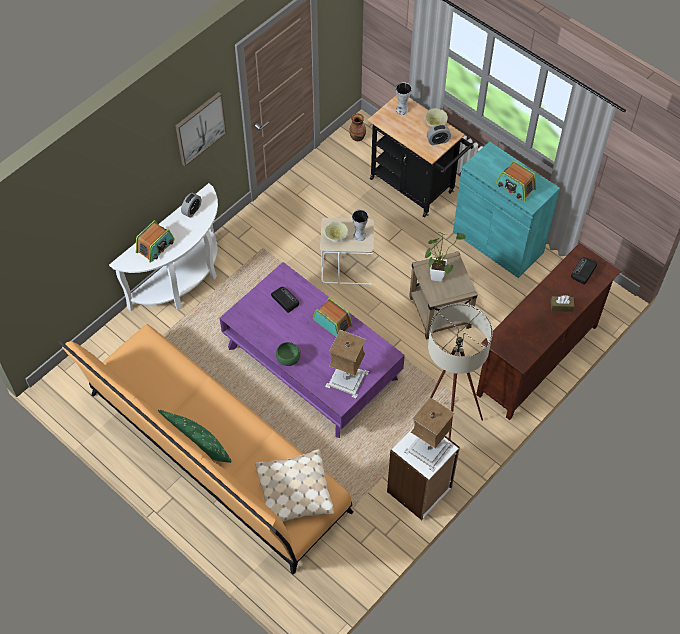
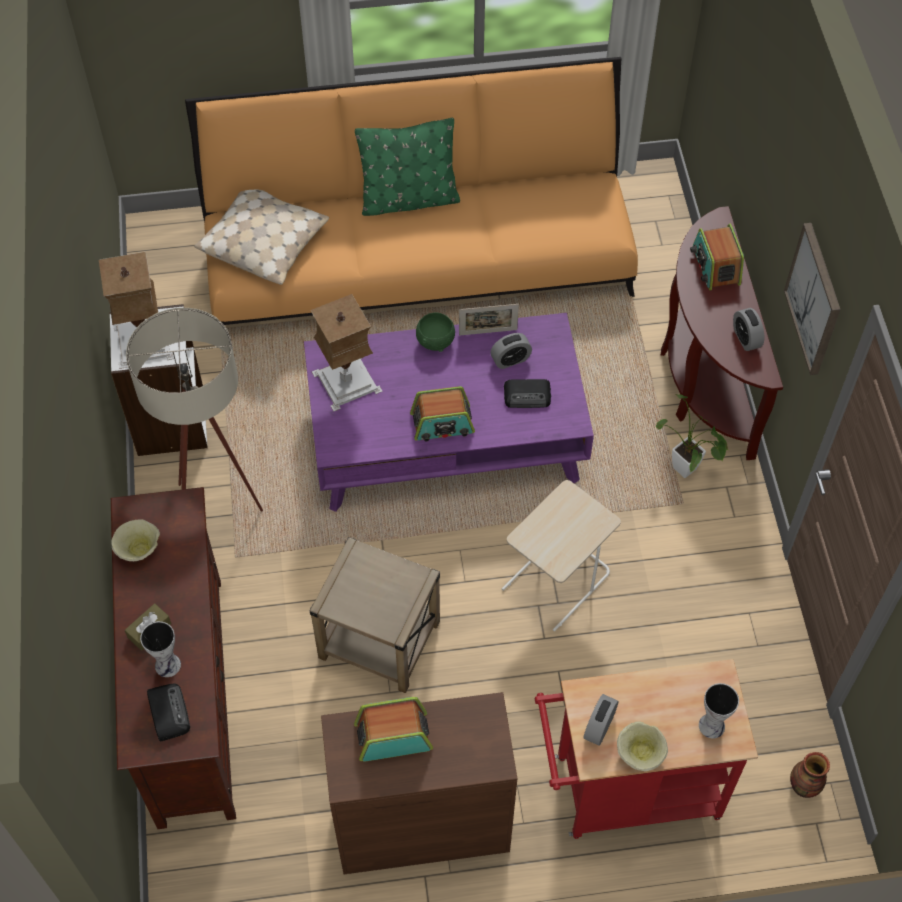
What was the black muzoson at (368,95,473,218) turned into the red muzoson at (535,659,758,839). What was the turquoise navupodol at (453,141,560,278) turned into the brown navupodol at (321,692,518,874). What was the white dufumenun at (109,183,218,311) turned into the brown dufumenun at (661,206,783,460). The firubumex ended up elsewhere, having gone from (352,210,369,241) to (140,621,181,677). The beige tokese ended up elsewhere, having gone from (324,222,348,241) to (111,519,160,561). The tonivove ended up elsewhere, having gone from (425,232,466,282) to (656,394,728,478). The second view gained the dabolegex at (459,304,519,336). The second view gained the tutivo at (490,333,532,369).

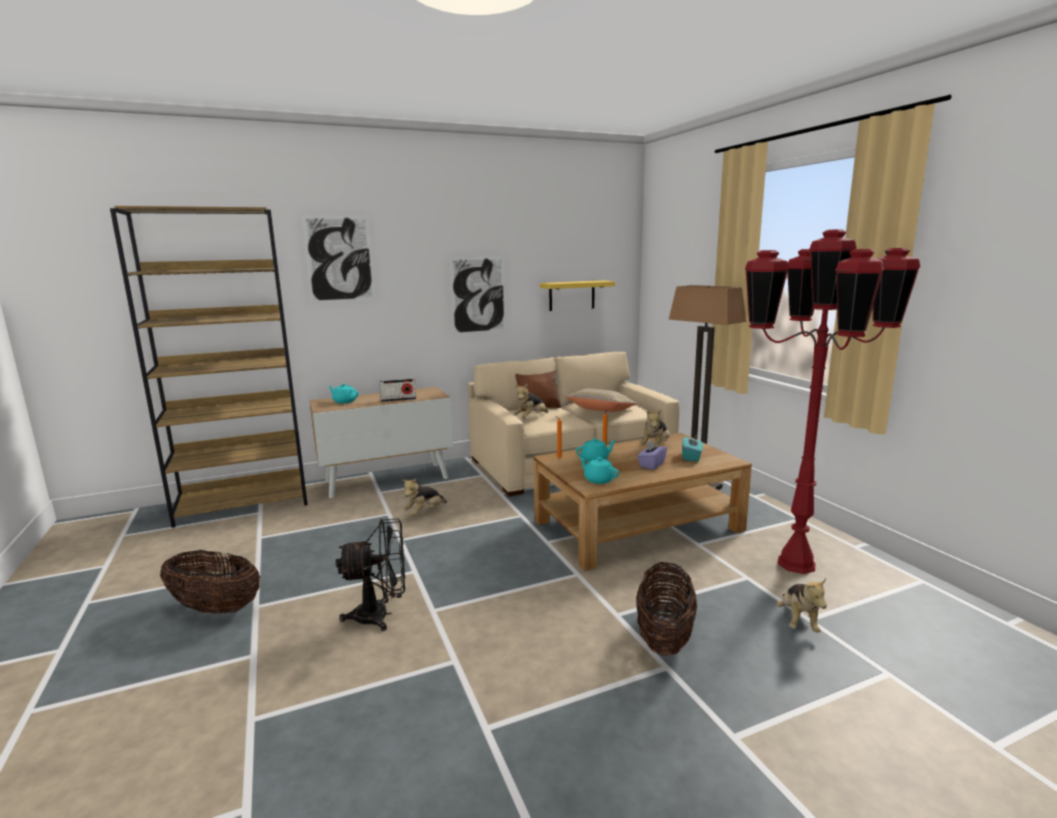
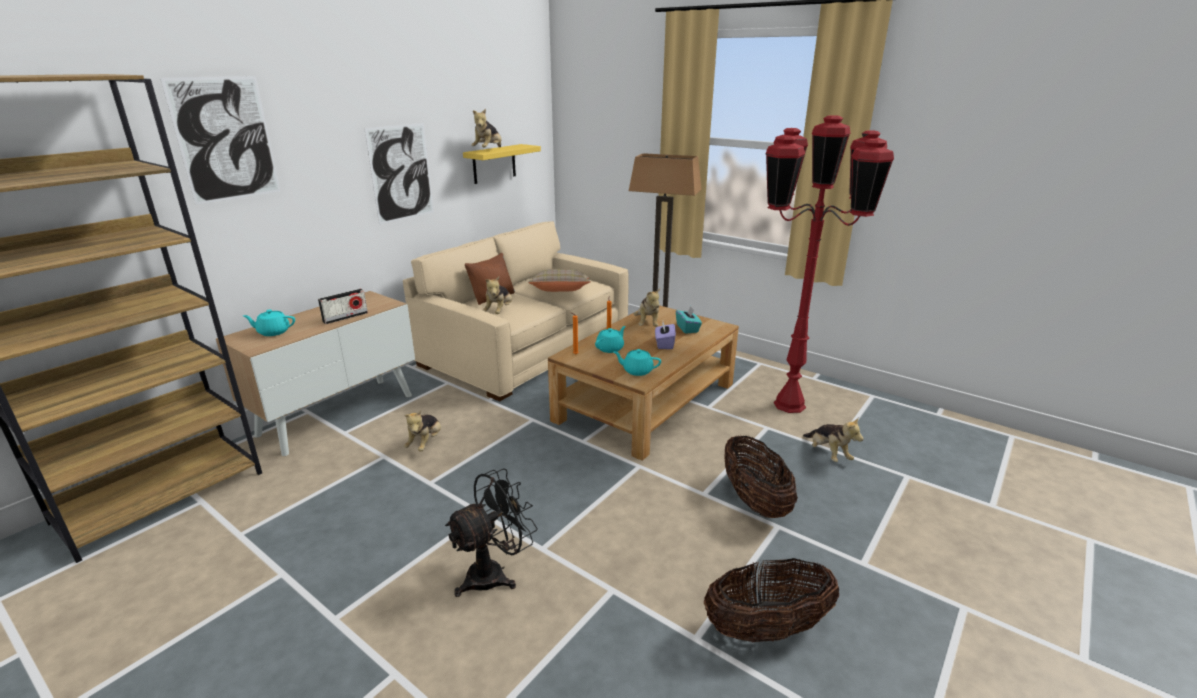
The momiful ended up elsewhere, having gone from (160,550,261,614) to (704,558,839,642). The second view gained the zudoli at (471,109,502,148).

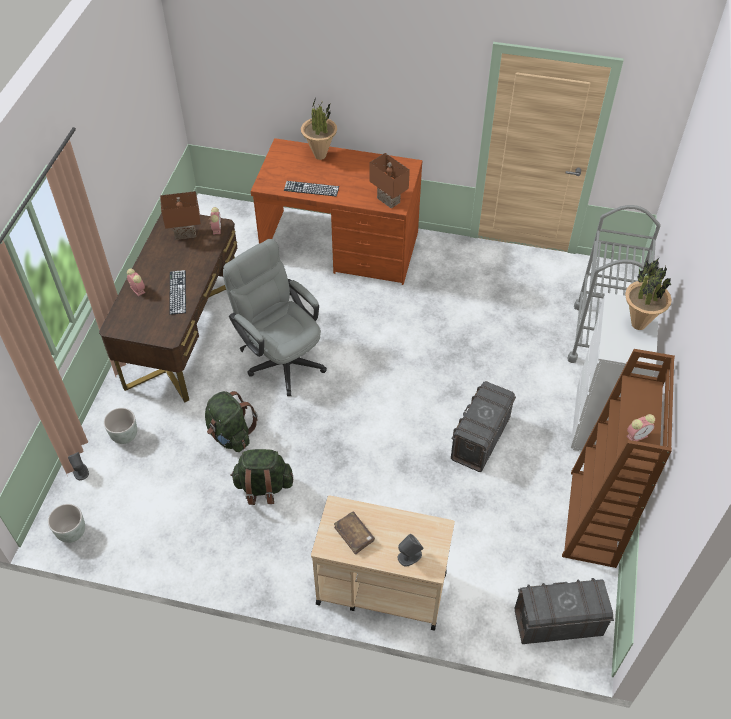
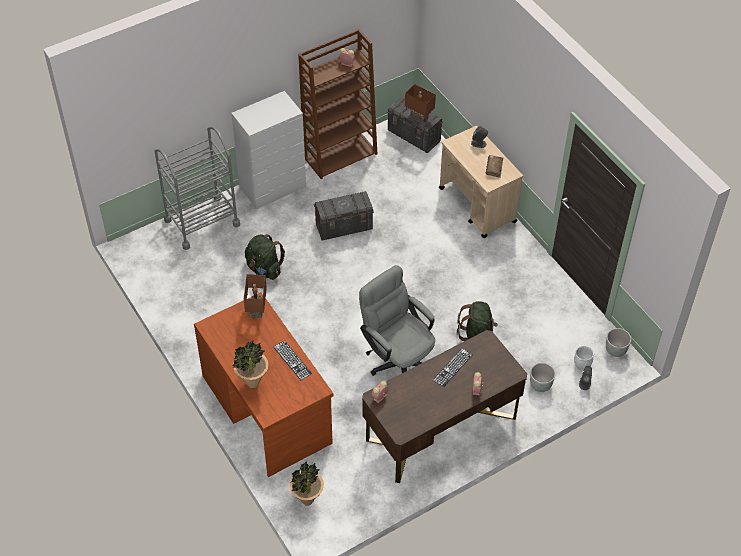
The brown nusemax ended up elsewhere, having gone from (160,191,201,240) to (405,84,436,124). The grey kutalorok at (223,239,327,396) ended up facing another way, 135 degrees clockwise from before. The tonivove ended up elsewhere, having gone from (625,257,672,330) to (289,461,324,506). The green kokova ended up elsewhere, having gone from (231,449,293,505) to (245,234,285,280). The second view gained the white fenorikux at (574,345,594,371).

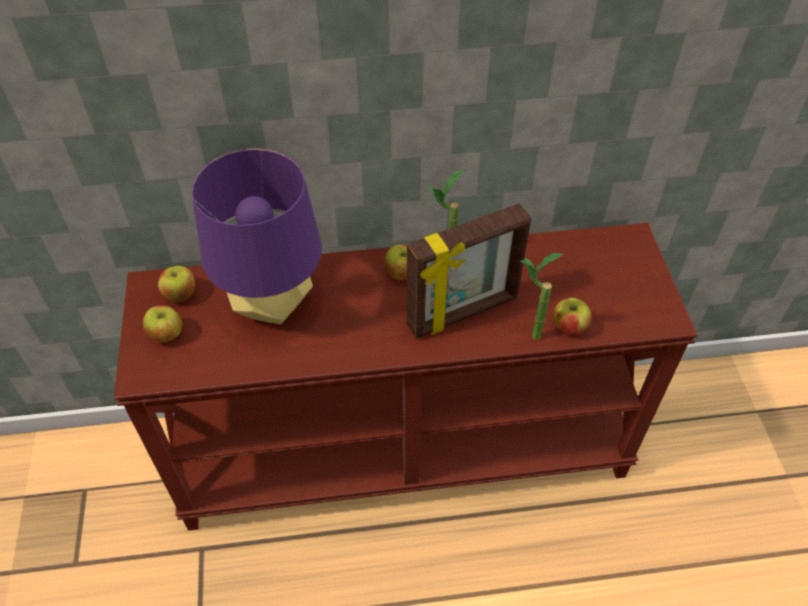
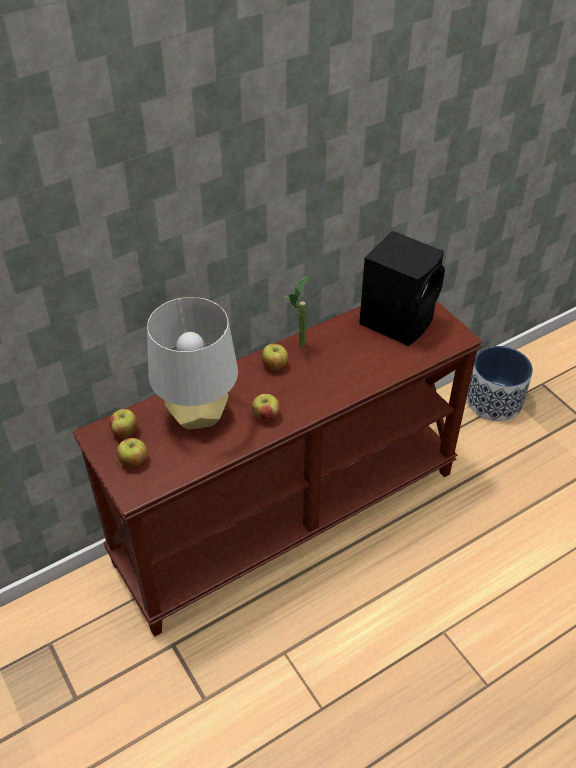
What was the purple nusemax at (191,148,322,324) turned into the grey nusemax at (147,297,238,430). The second view lost the dabolegex at (407,203,531,339). The second view lost the tonivove at (520,253,563,340). The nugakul ended up elsewhere, having gone from (554,298,592,335) to (252,394,280,421). The second view gained the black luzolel at (359,231,445,346). The second view gained the fenorikux at (466,346,533,421).

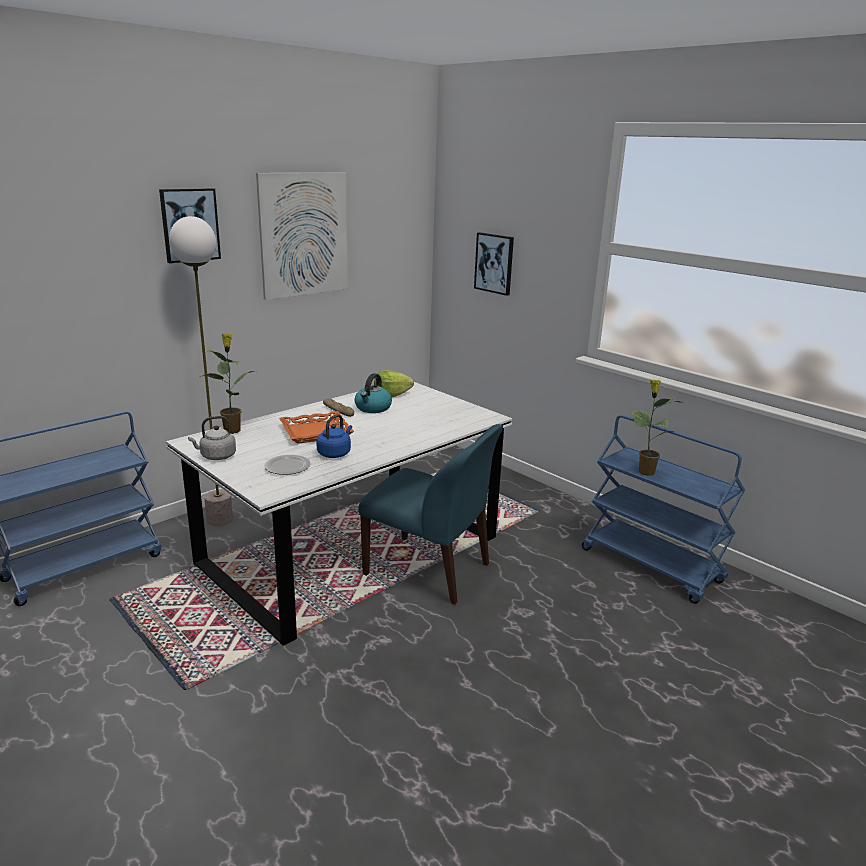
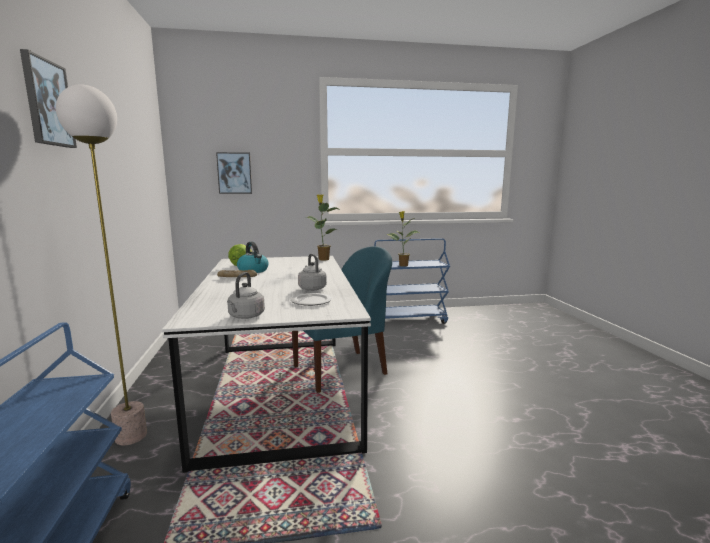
The second view lost the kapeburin at (256,173,348,300). The tonivove ended up elsewhere, having gone from (200,333,255,434) to (306,194,341,261). The second view lost the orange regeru at (279,411,354,444). What was the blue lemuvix at (316,414,352,458) turned into the grey lemuvix at (298,254,327,291).

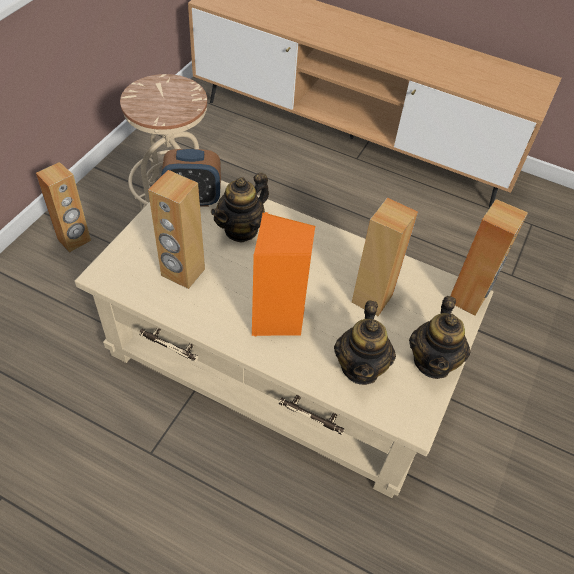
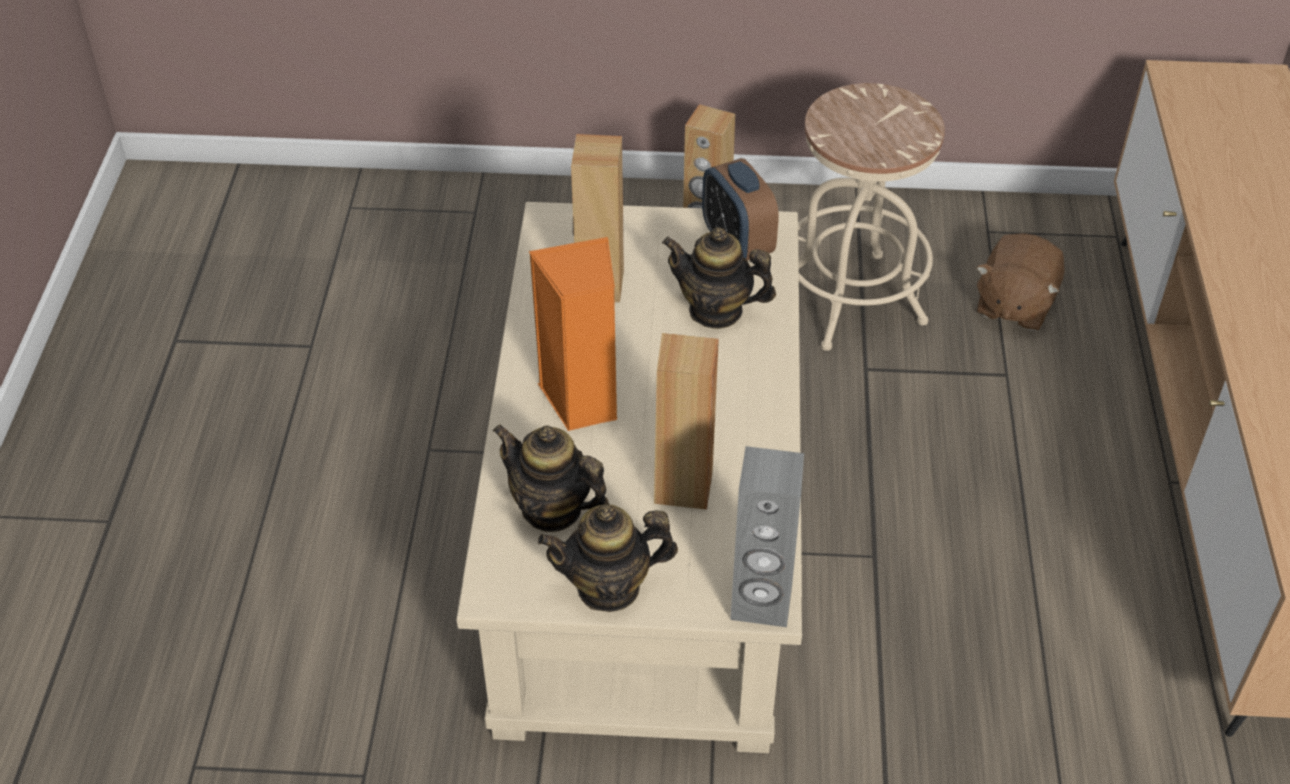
What was the brown luzolel at (450,199,528,315) turned into the grey luzolel at (730,446,804,627). The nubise at (334,300,396,385) ended up facing another way, 45 degrees clockwise from before. The second view gained the brown zudoli at (976,233,1065,331).

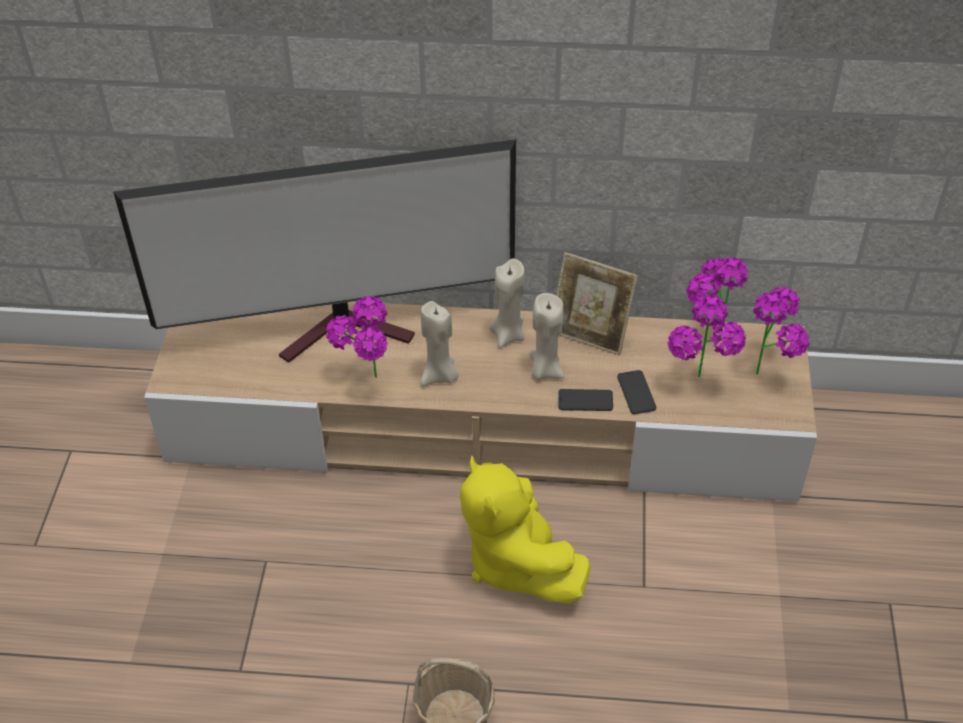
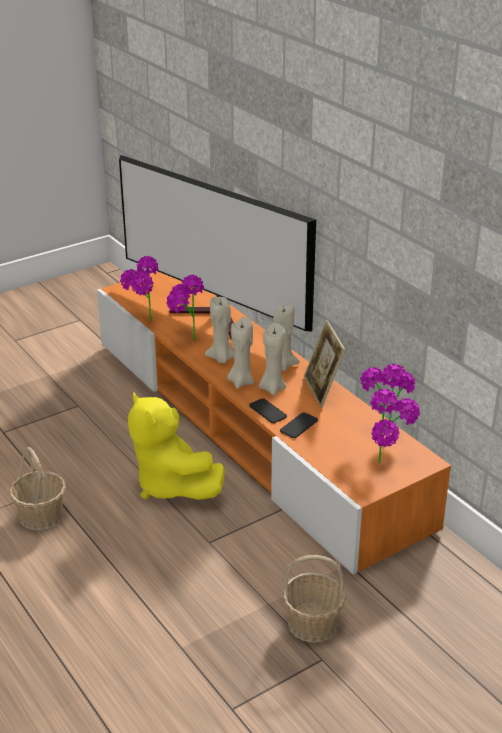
The tonivove ended up elsewhere, having gone from (668,295,746,377) to (120,256,158,321). What was the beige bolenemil at (144,302,817,502) turned into the orange bolenemil at (97,271,451,575). The yellow zudoli at (460,456,591,603) ended up facing another way, 60 degrees counterclockwise from before. The second view gained the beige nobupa at (227,317,254,389). The second view gained the momiful at (282,555,346,643).

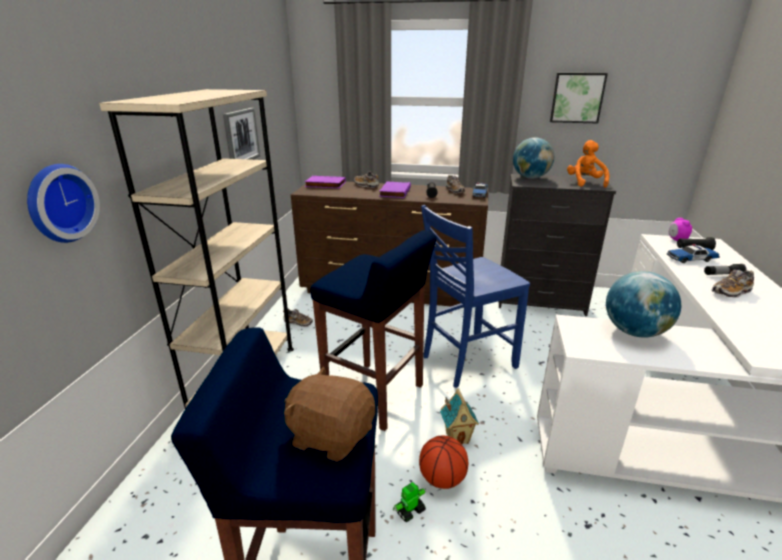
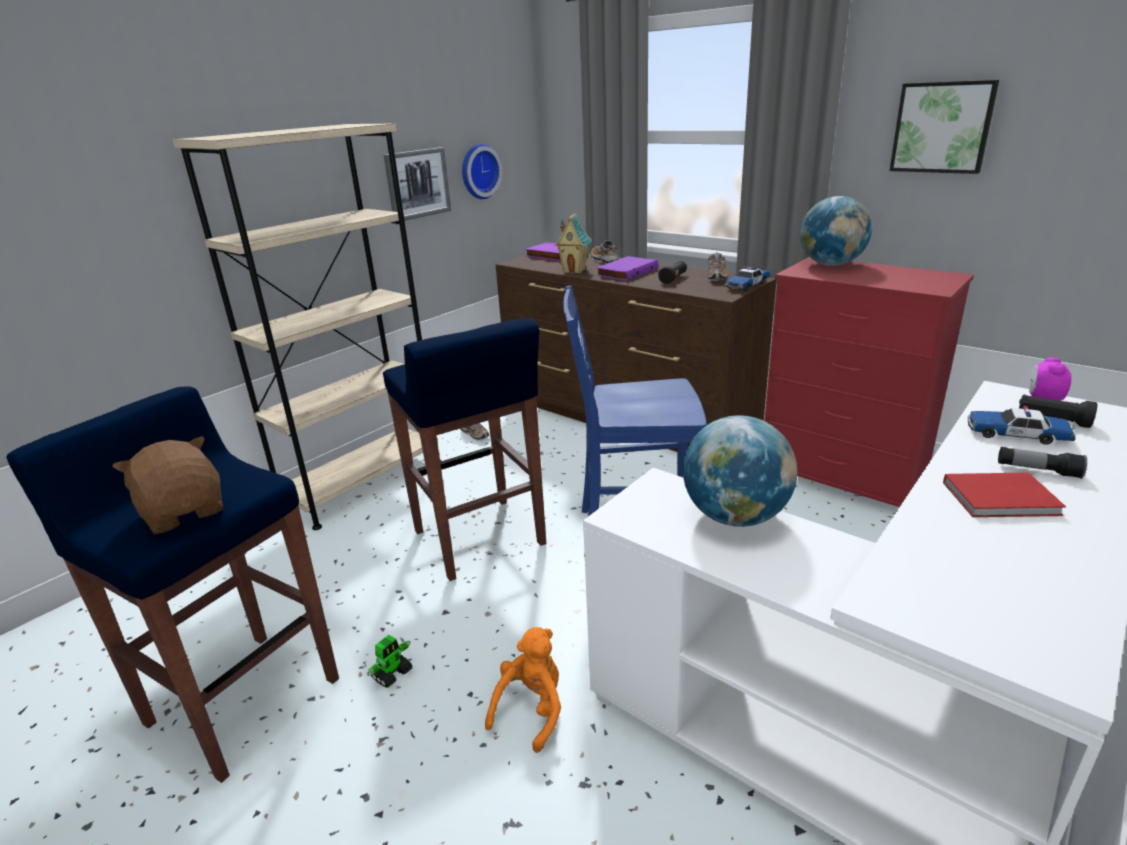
The orange zudoli ended up elsewhere, having gone from (567,140,609,188) to (485,627,561,753). The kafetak ended up elsewhere, having gone from (27,164,100,243) to (462,144,502,199). What was the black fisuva at (499,174,616,316) turned into the red fisuva at (765,257,974,507). Where the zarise stood at (712,270,754,298), the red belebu came to stand at (943,472,1066,517). The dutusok ended up elsewhere, having gone from (440,388,479,444) to (555,214,592,274). The second view lost the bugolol at (419,436,468,489). The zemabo at (393,482,426,523) ended up facing another way, 135 degrees clockwise from before.

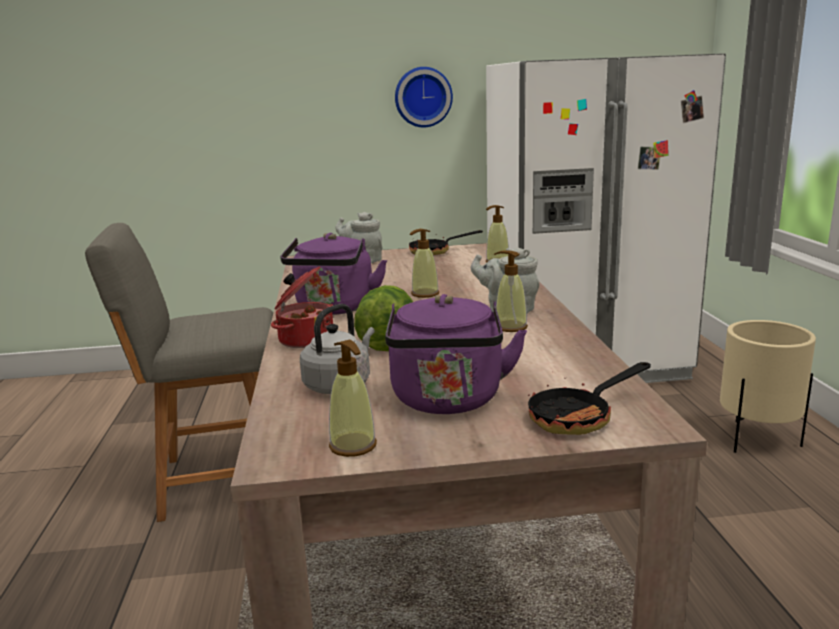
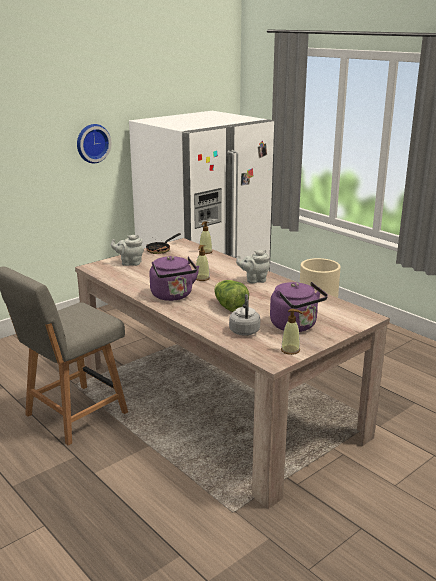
The second view lost the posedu at (494,250,528,332). The second view lost the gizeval at (271,266,333,348). The second view lost the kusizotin at (528,362,651,435).

